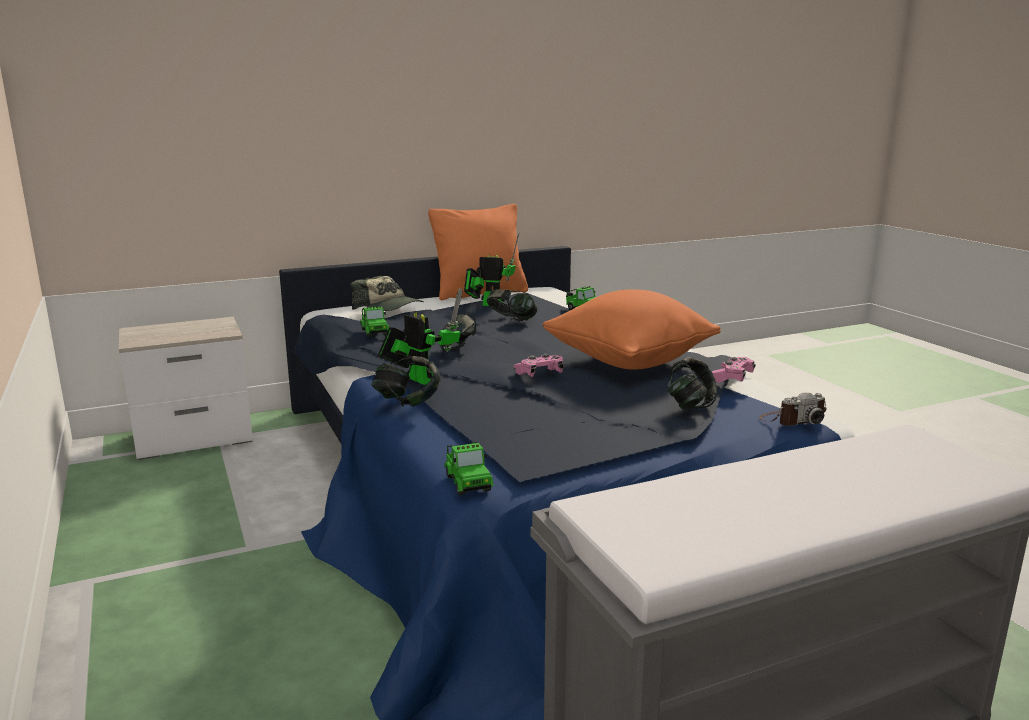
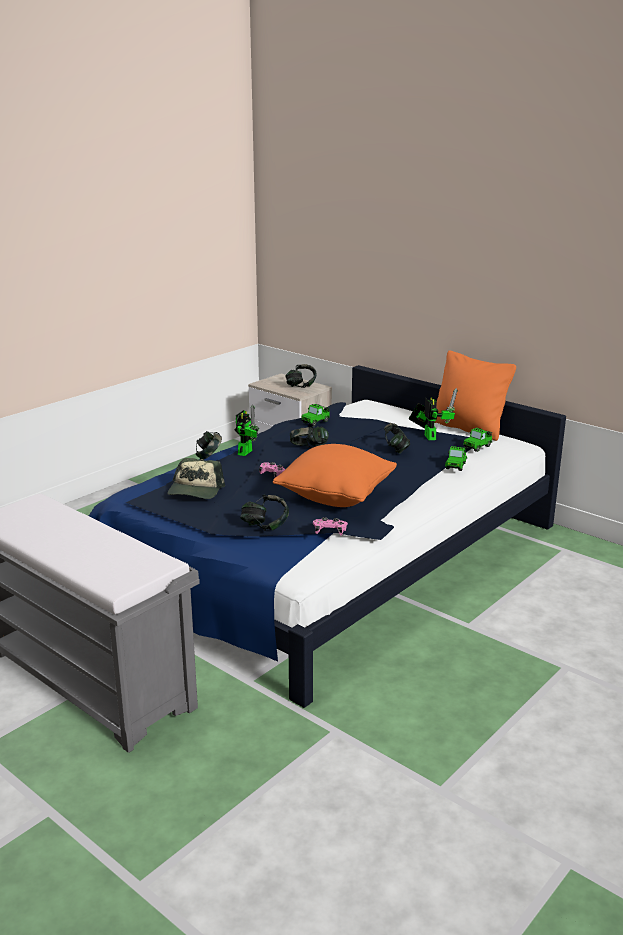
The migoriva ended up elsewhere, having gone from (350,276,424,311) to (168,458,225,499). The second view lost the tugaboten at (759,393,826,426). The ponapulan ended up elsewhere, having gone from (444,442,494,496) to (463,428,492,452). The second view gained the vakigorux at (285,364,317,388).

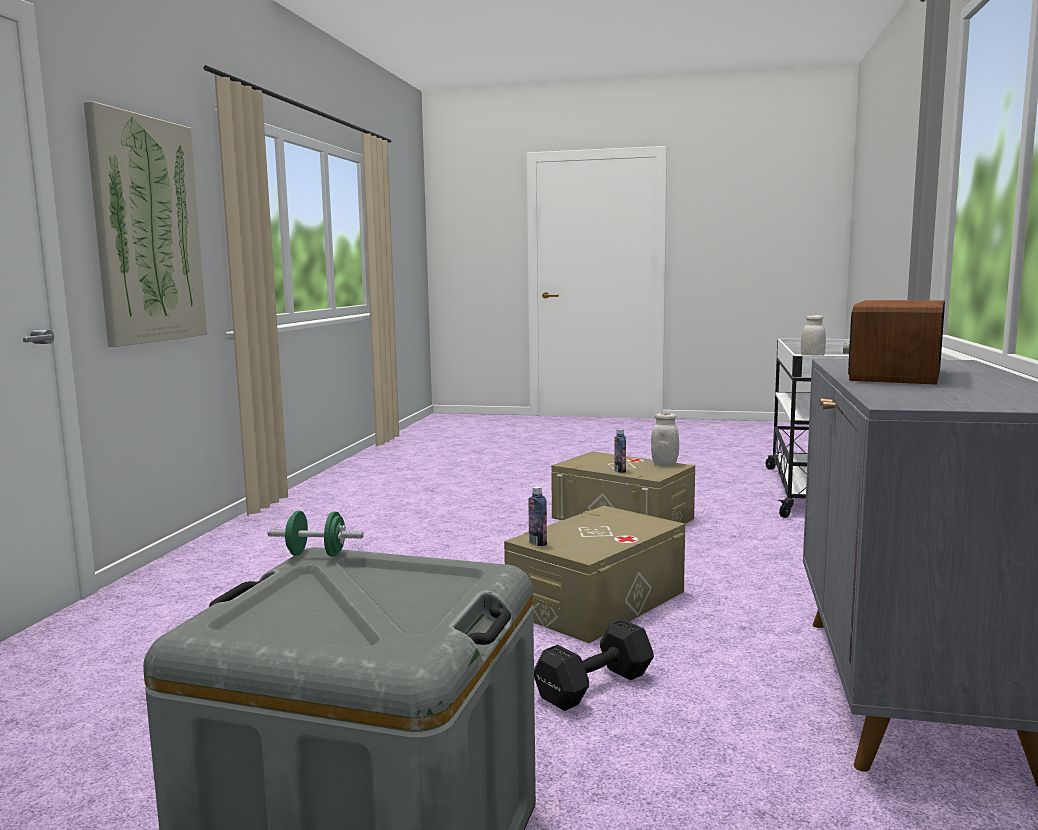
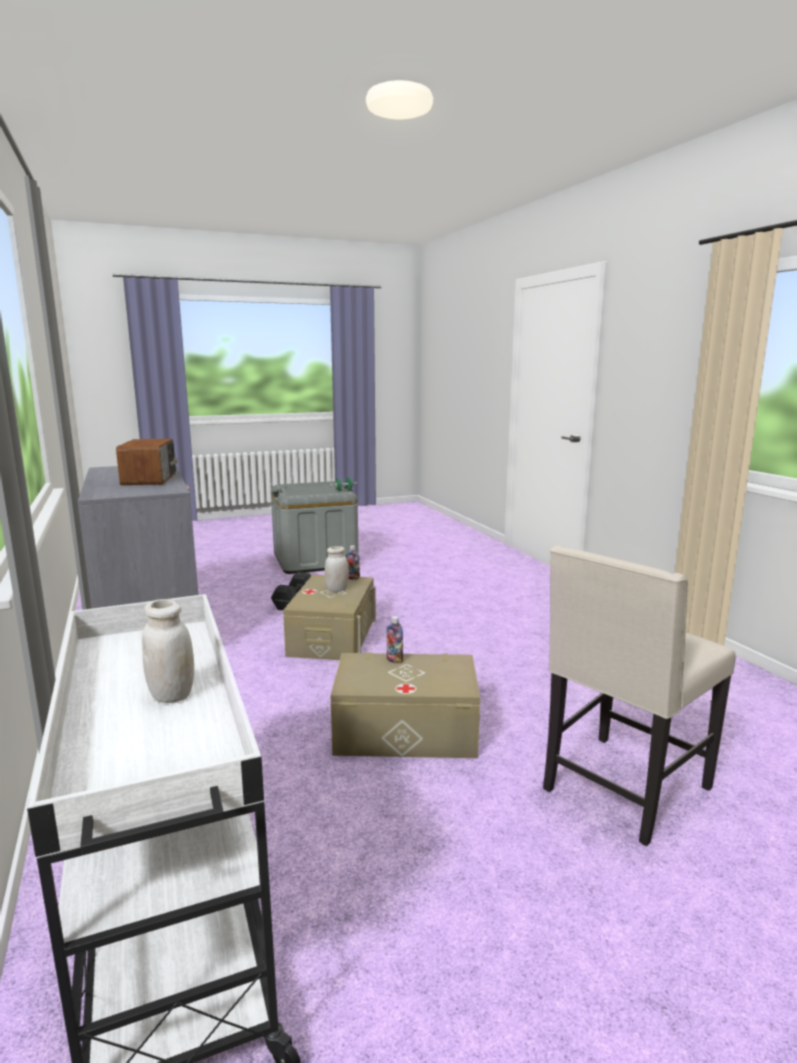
The second view lost the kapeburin at (84,101,207,347). The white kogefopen ended up elsewhere, having gone from (651,413,679,466) to (325,546,349,592). The second view gained the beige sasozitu at (543,545,736,846).

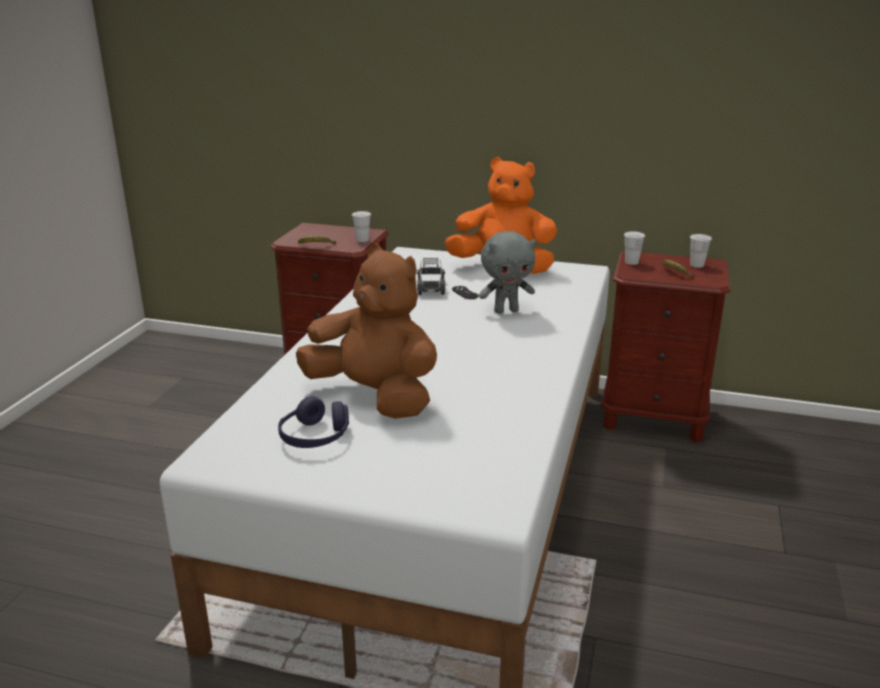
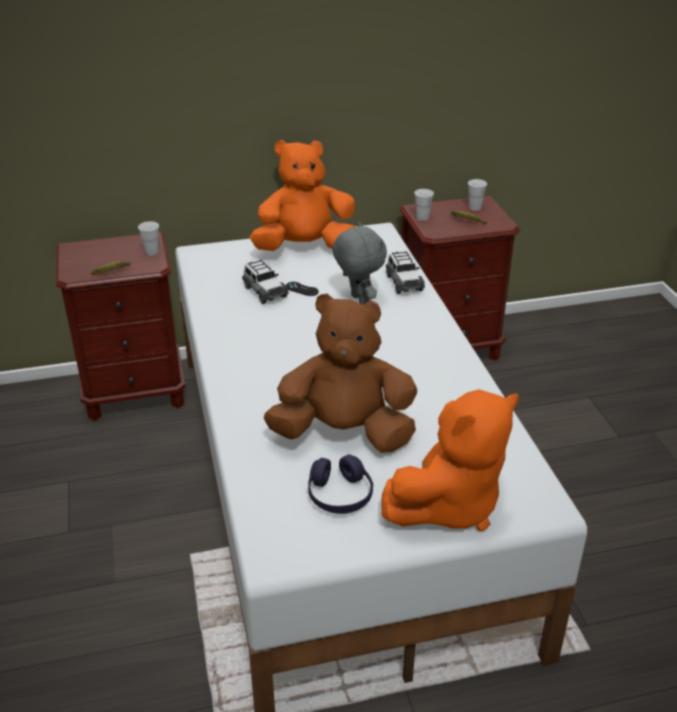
The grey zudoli at (479,231,536,314) ended up facing another way, 75 degrees counterclockwise from before. The second view gained the ponapulan at (386,251,425,294). The second view gained the orange zudoli at (382,389,519,531).

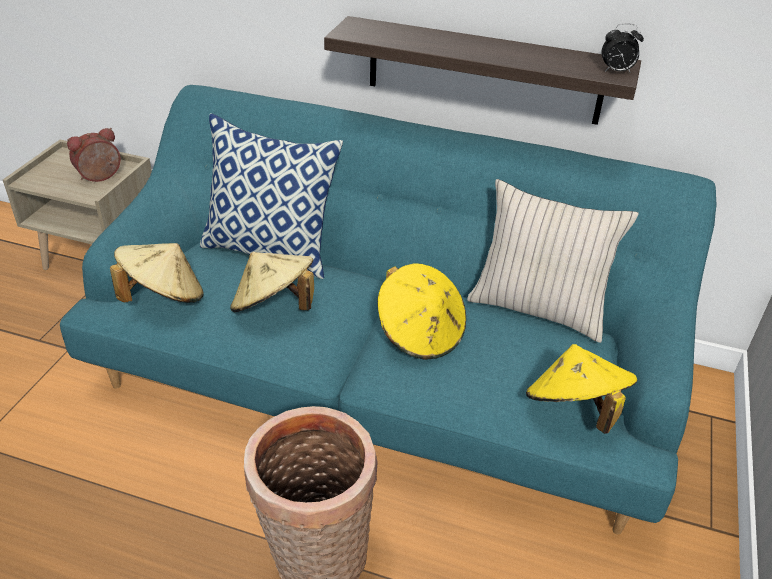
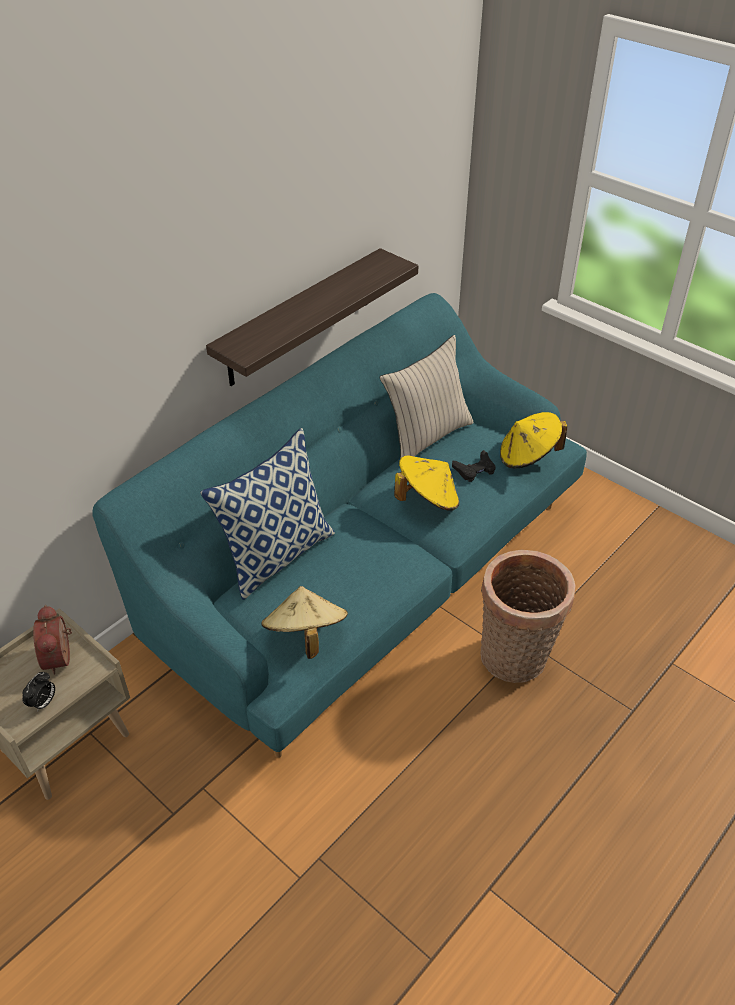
The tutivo ended up elsewhere, having gone from (601,24,644,73) to (22,672,55,710). The second view lost the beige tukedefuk at (230,252,314,312). The second view gained the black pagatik at (452,450,496,482).

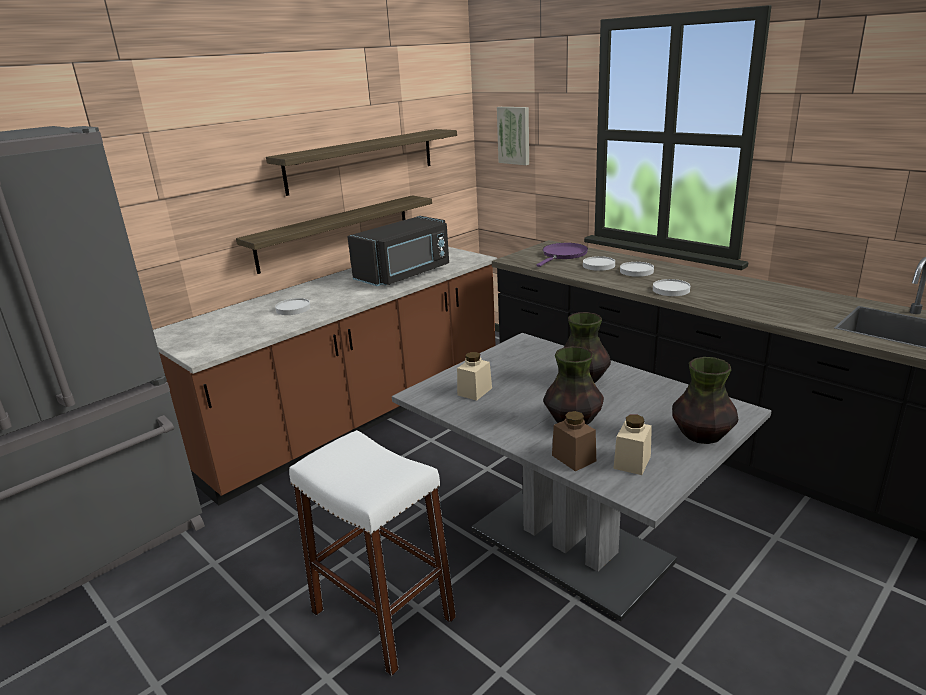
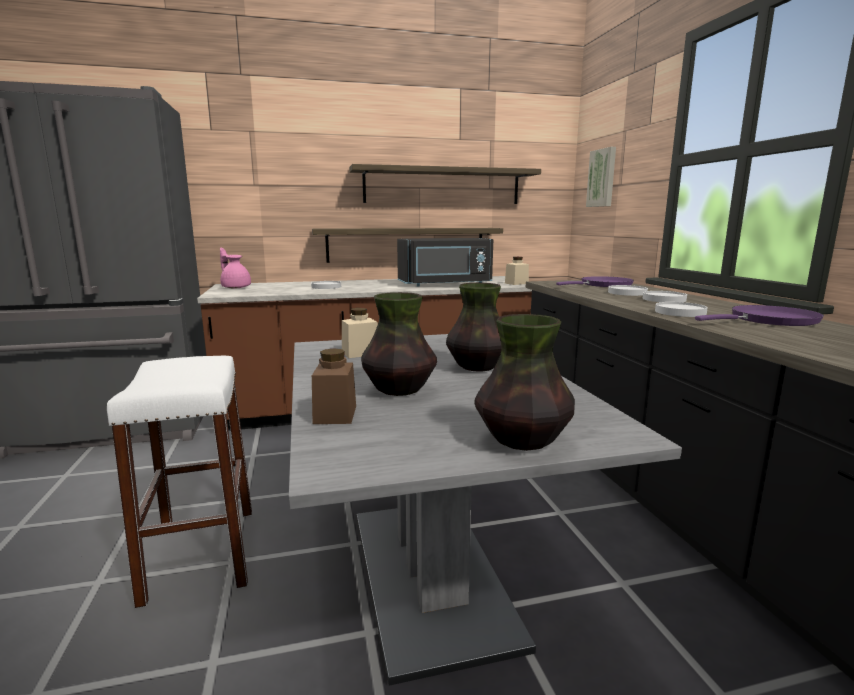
The beige kogefopen ended up elsewhere, having gone from (613,415,652,475) to (505,257,529,285). The second view gained the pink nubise at (220,248,251,288). The second view gained the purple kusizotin at (695,305,824,326).

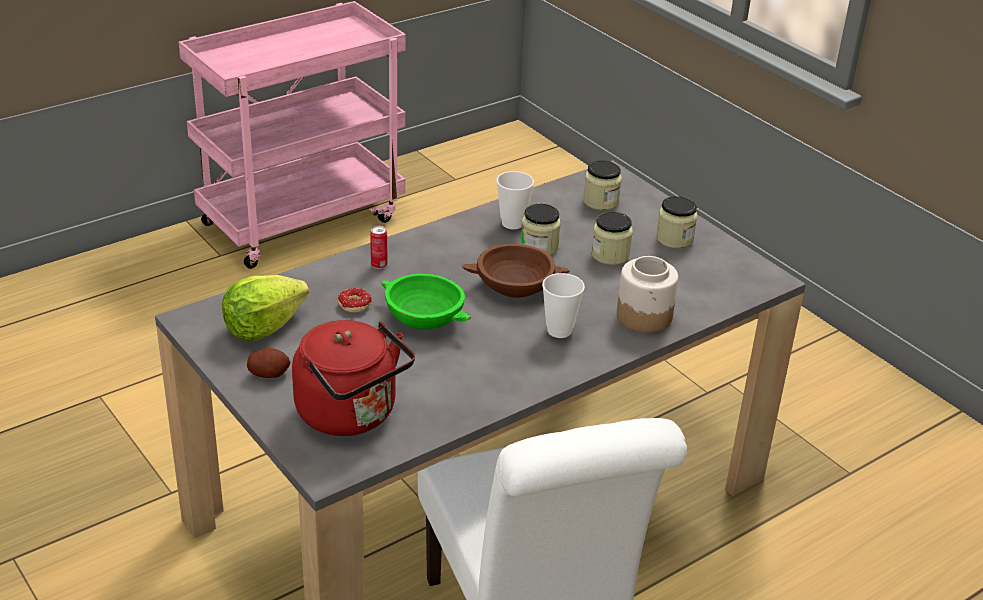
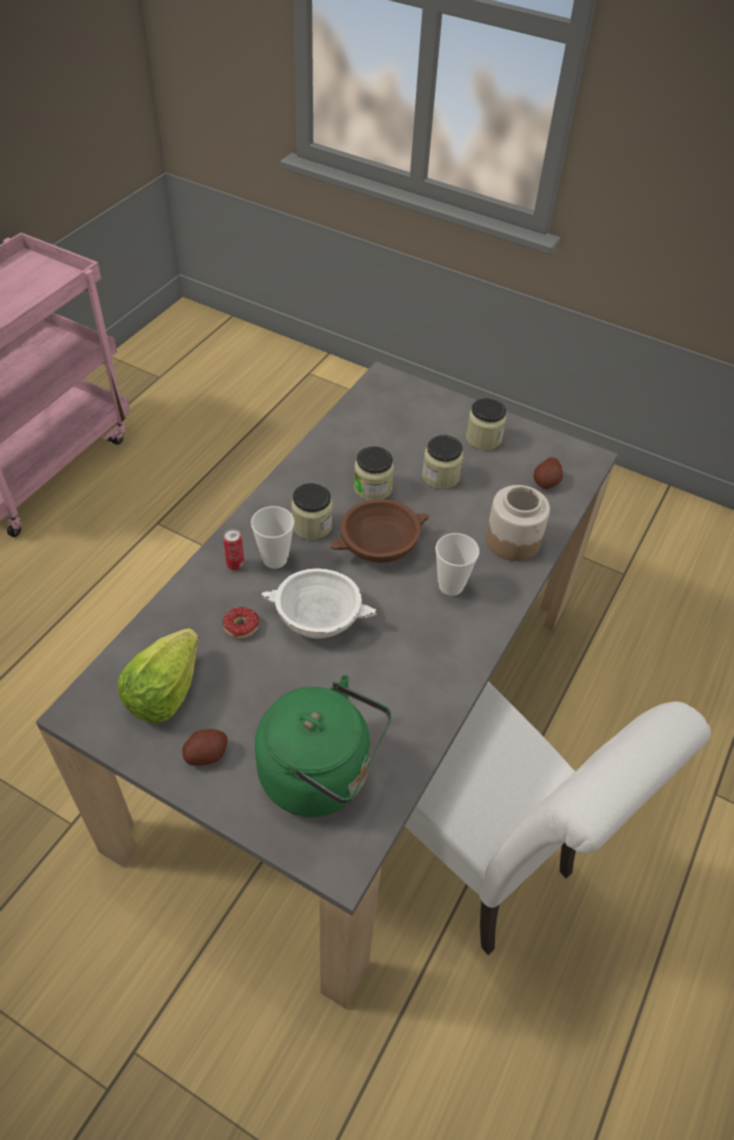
The kogefopen ended up elsewhere, having gone from (583,160,622,210) to (291,483,333,540). The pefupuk ended up elsewhere, having gone from (496,171,534,229) to (251,506,294,569). What was the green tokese at (381,274,471,330) turned into the white tokese at (261,568,378,639). What was the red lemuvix at (292,320,415,436) turned into the green lemuvix at (255,675,392,817). The second view gained the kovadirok at (533,457,563,489).

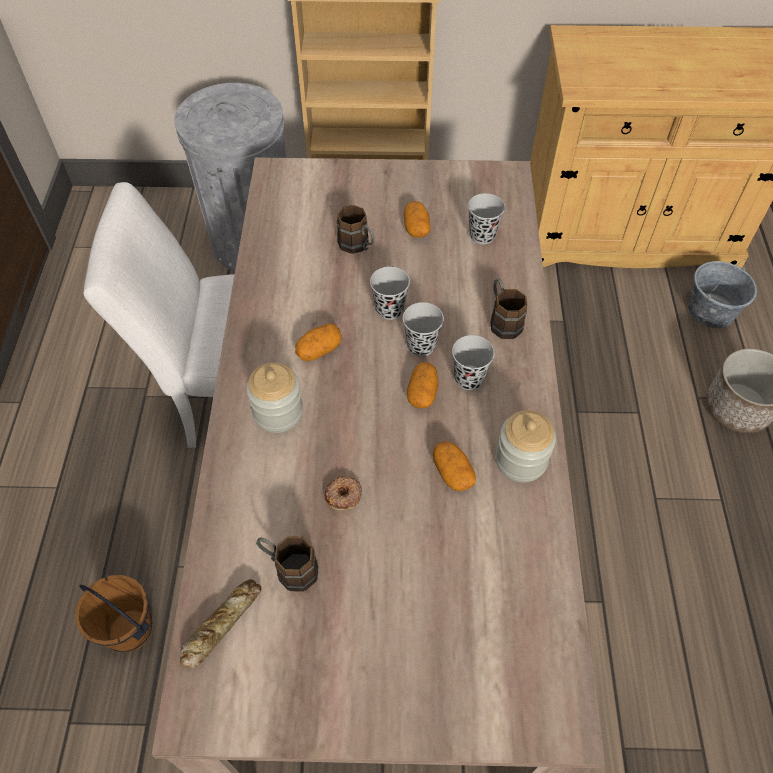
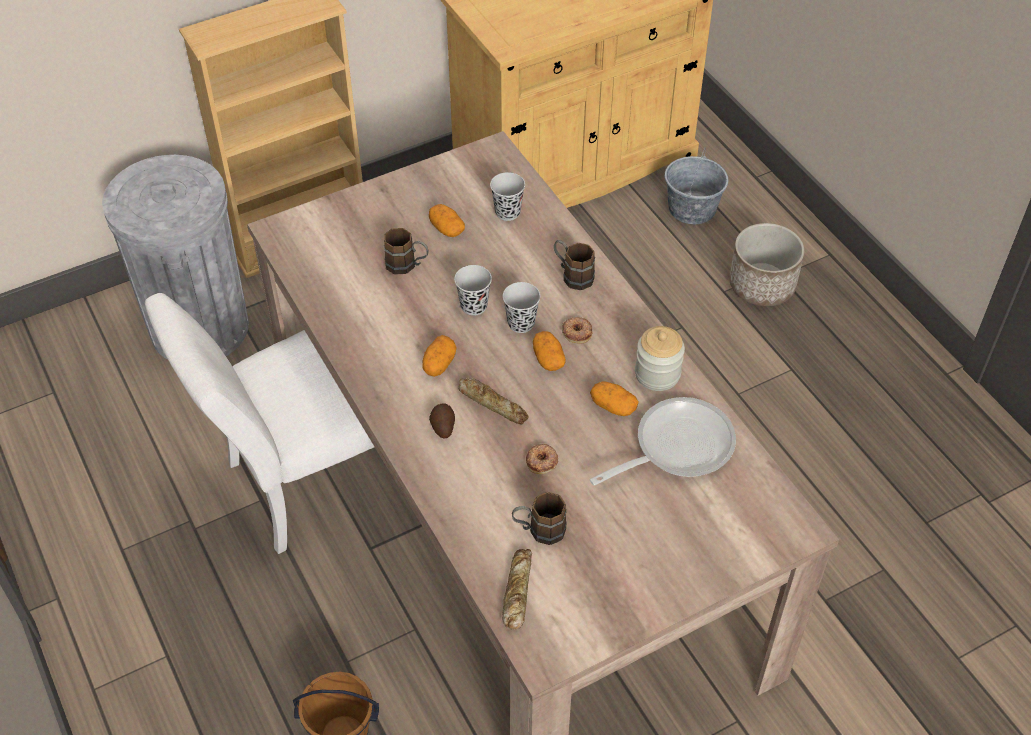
Where the black pefupuk stood at (452,335,495,390), the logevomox came to stand at (562,317,593,344). Where the kogefopen stood at (246,362,303,433), the kovadirok came to stand at (429,404,455,439). The second view gained the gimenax at (459,378,528,424). The second view gained the kusizotin at (590,397,736,486).

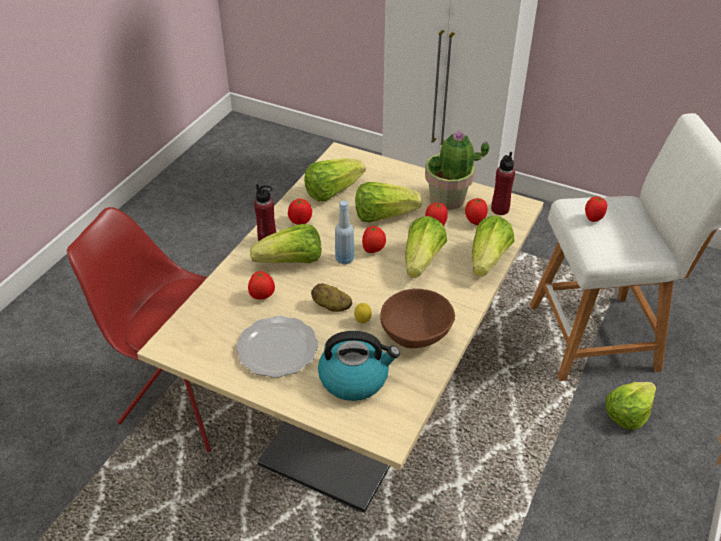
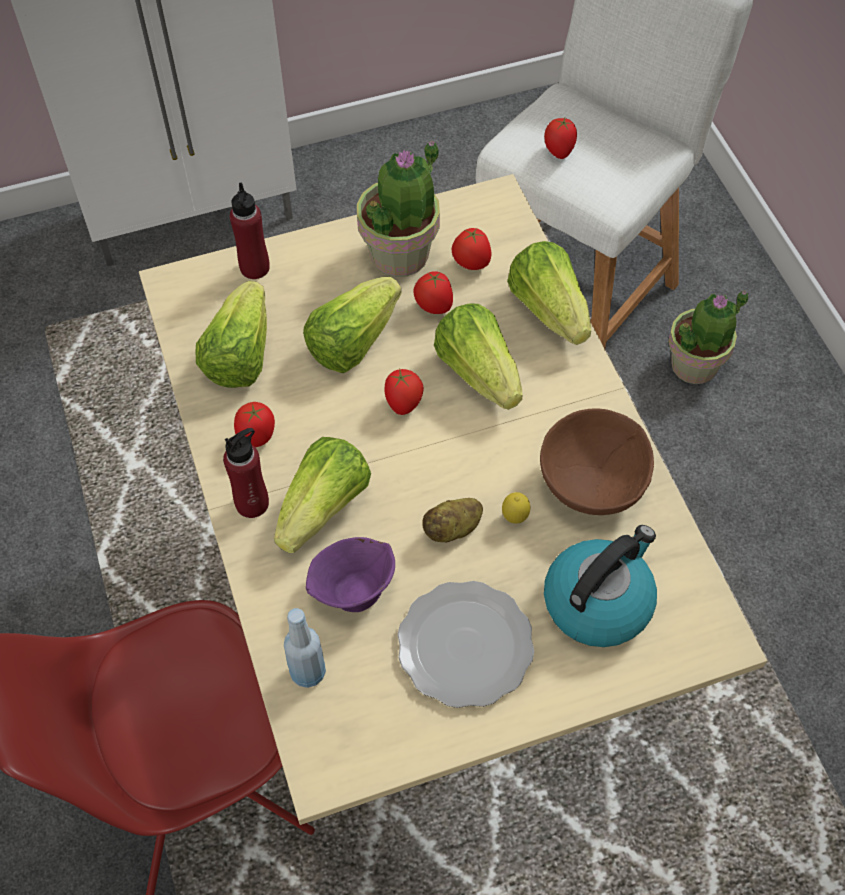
The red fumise ended up elsewhere, having gone from (491,152,515,215) to (230,183,270,279). The blue fumise ended up elsewhere, having gone from (335,201,354,264) to (284,608,326,688). Where the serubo stood at (248,271,275,299), the purple tokese came to stand at (306,537,395,612). Where the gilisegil stood at (605,382,656,430), the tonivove came to stand at (668,290,748,384).

